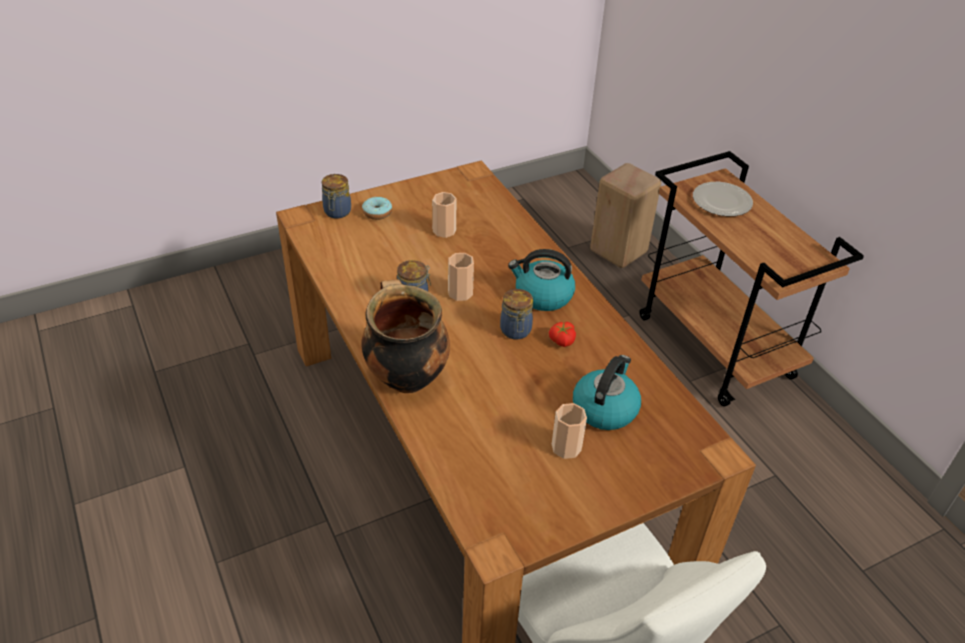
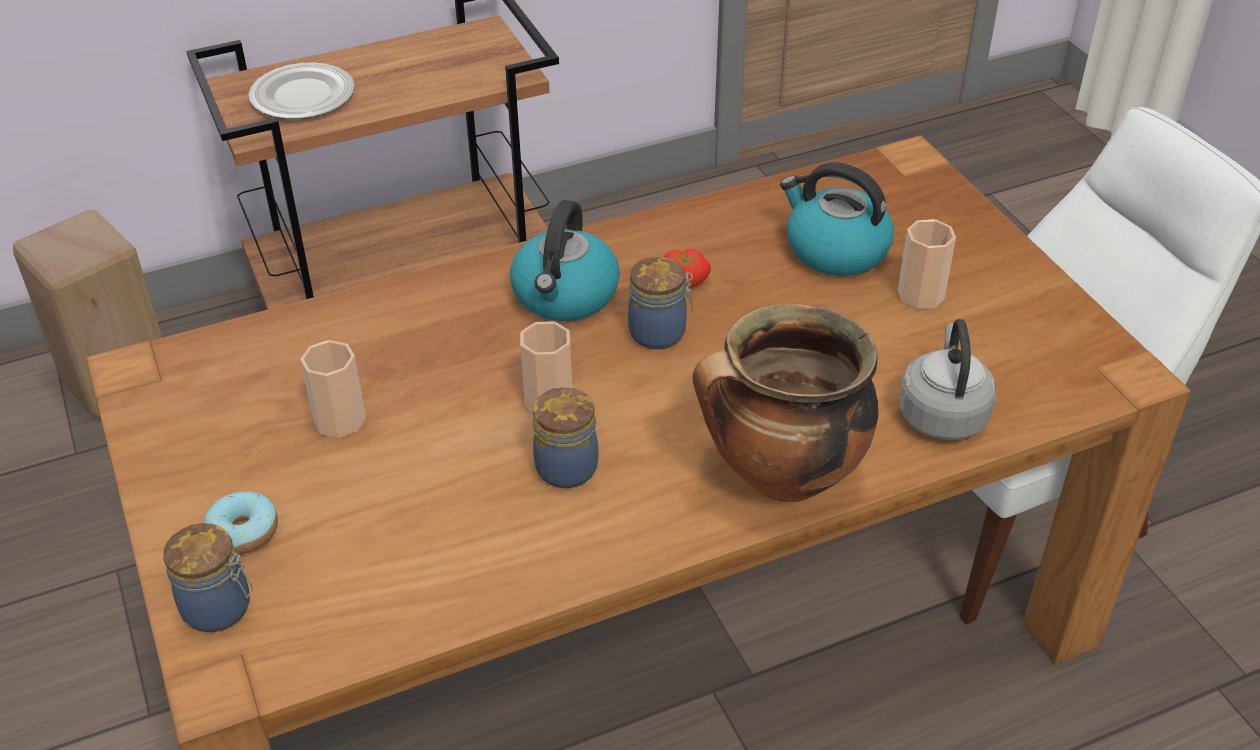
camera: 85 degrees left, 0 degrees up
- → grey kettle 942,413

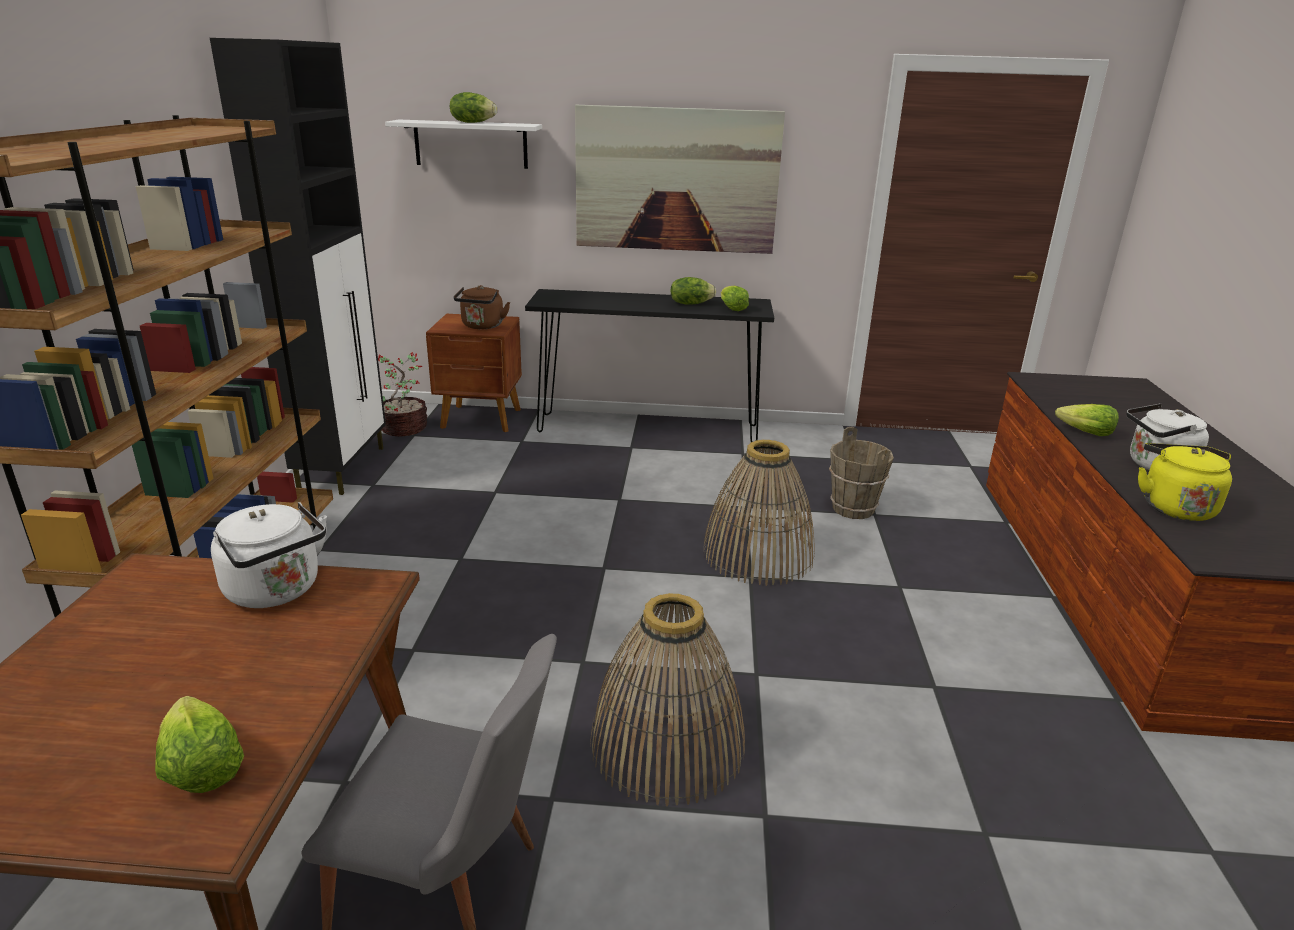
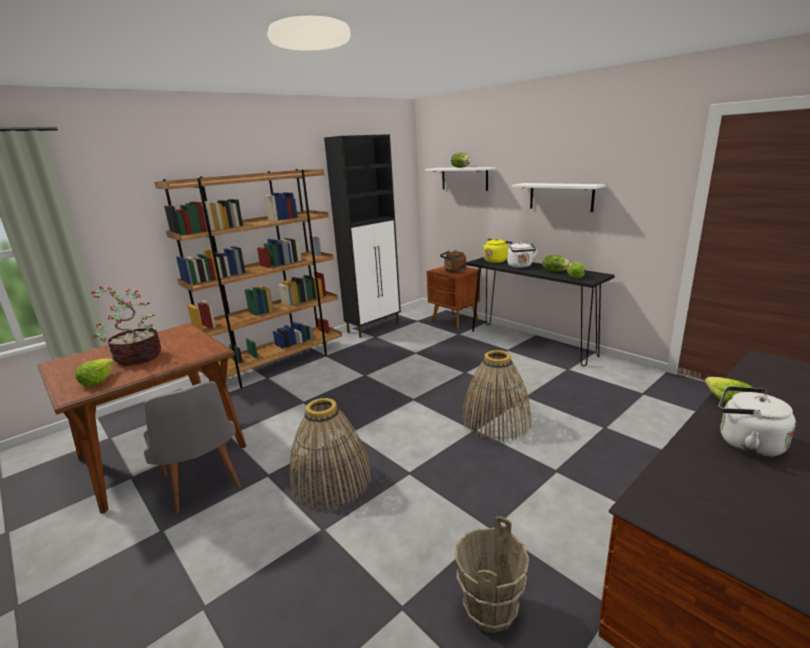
camera: 45 degrees right, 5 degrees down
white kettle 277,591 → white kettle 520,266, shifted
potted plant 402,429 → potted plant 137,358, shifted
picture 676,180 → white shelf 561,196
brown bucket 852,509 → brown bucket 489,610, shifted
yellow kettle 1174,506 → yellow kettle 496,260, shifted

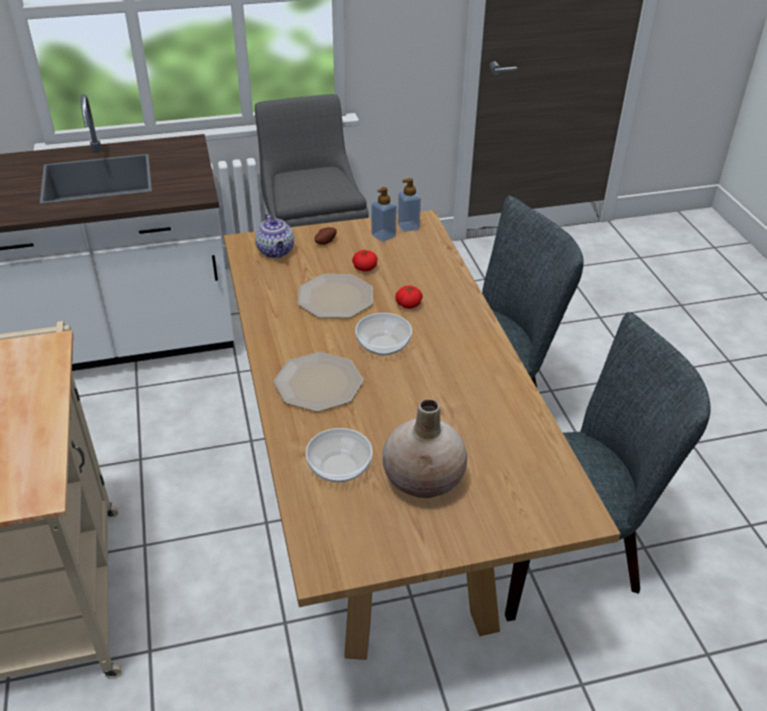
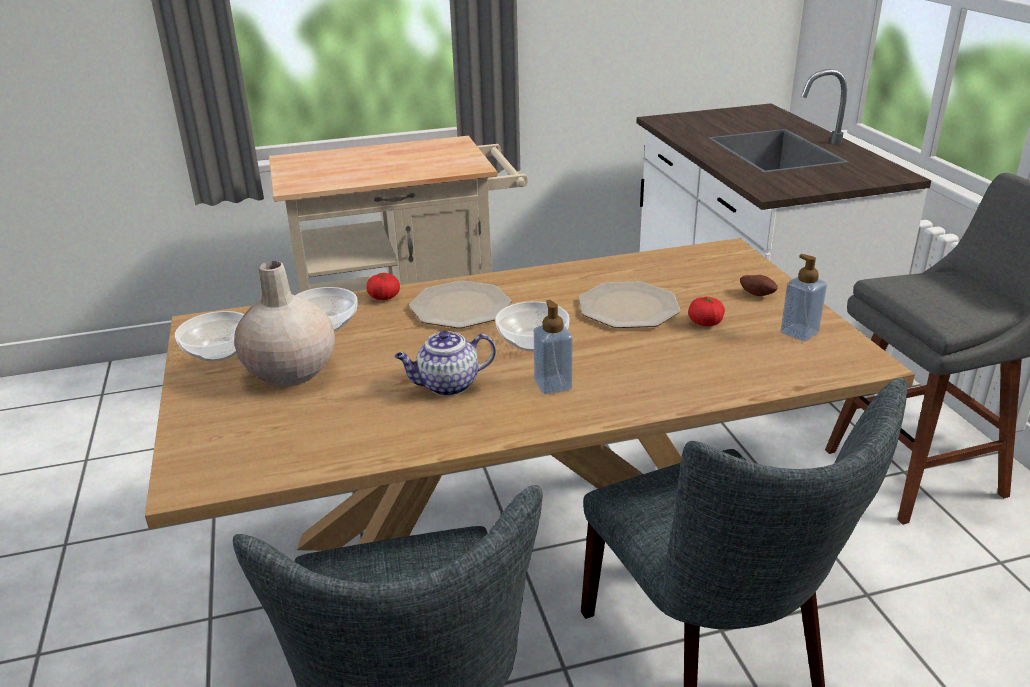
camera: 90 degrees right, 10 degrees down
teapot 276,252 → teapot 447,385, shifted
tomato 408,305 → tomato 384,297, shifted
soap dispenser 408,226 → soap dispenser 553,385, shifted
- → bowl 219,352

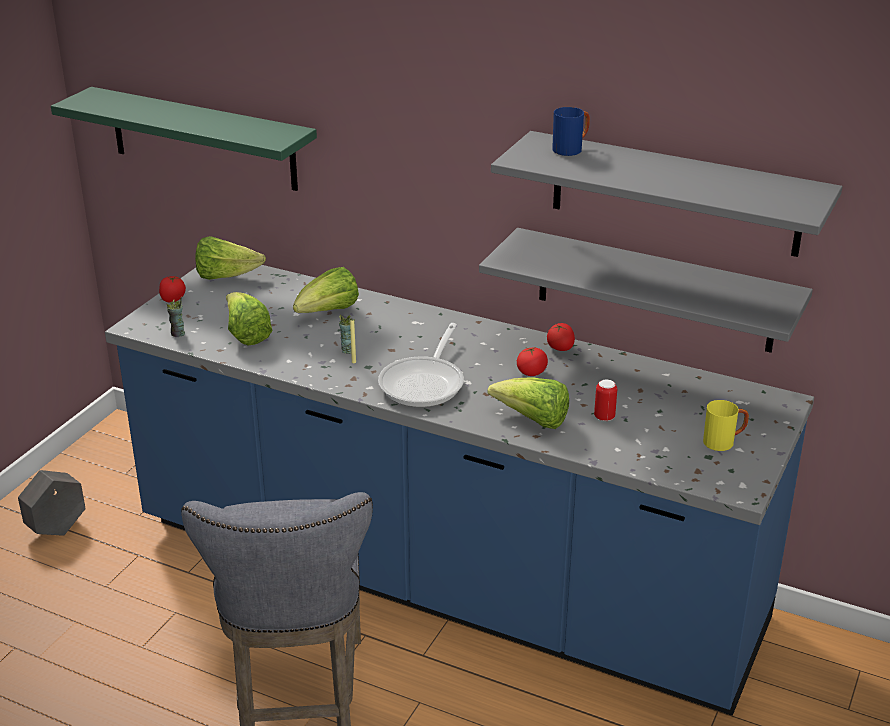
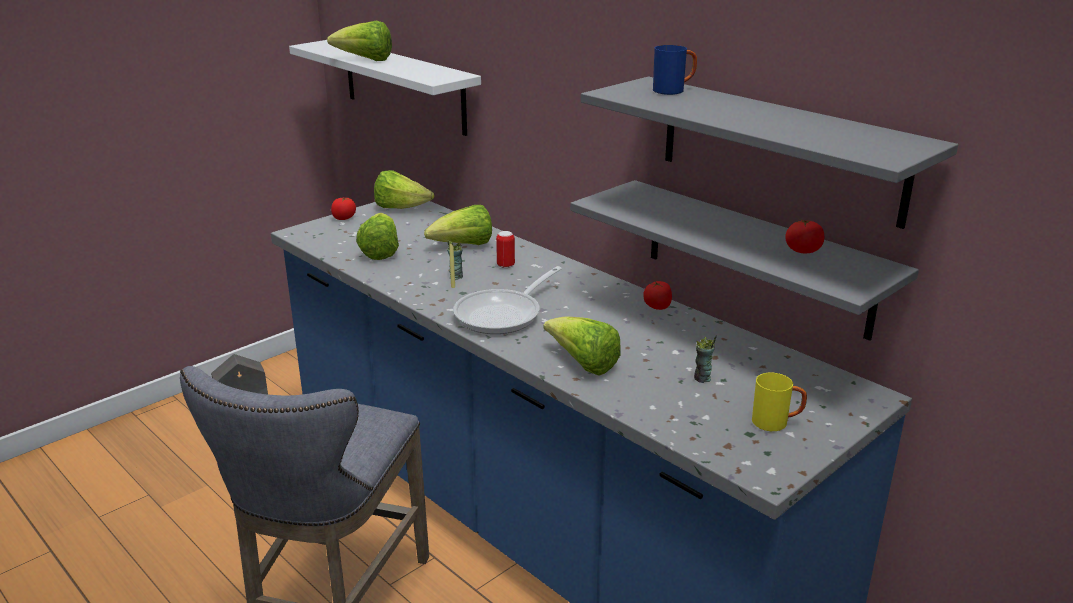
camera: 20 degrees right, 5 degrees down
green shelf 202,139 → white shelf 403,86
cup 178,334 → cup 702,378, shifted
tomato 531,372 → tomato 802,251, shifted
can 604,417 → can 505,265, shifted
- → lettuce 365,60

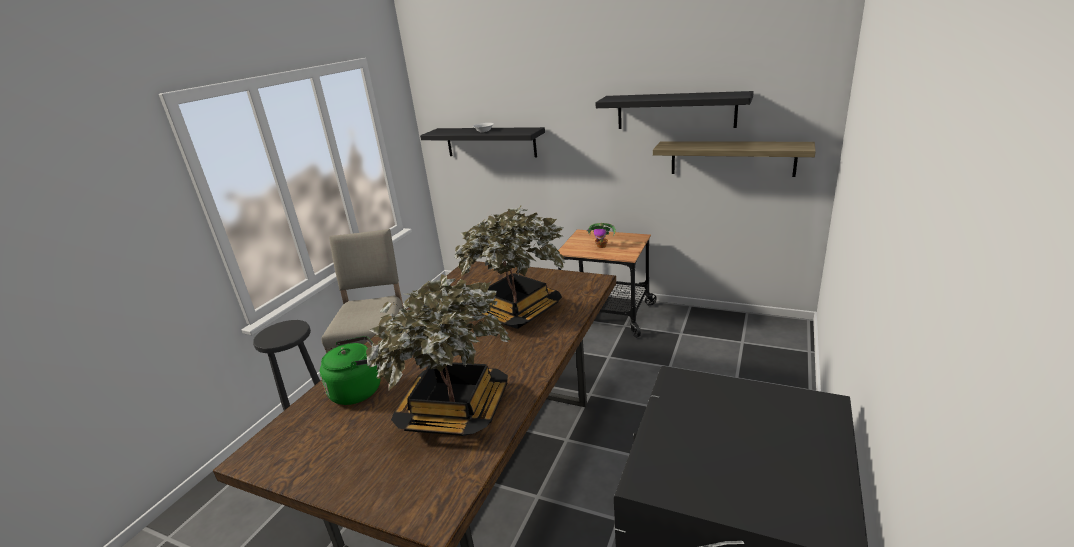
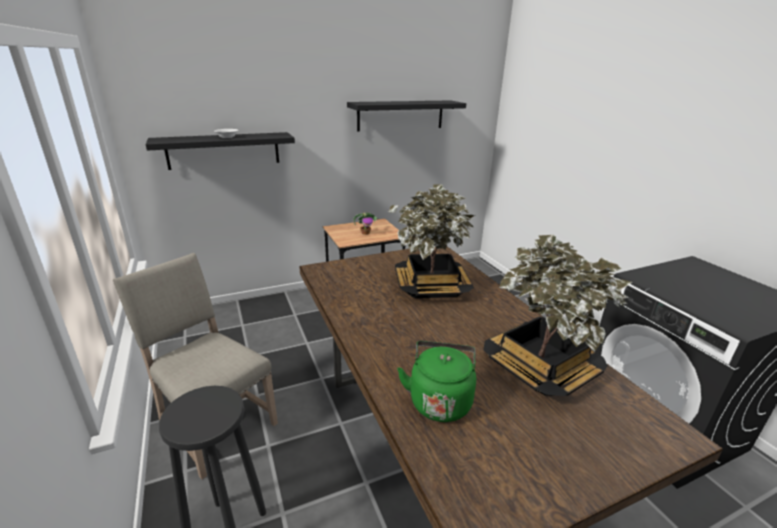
camera: 50 degrees left, 0 degrees up
shelf 732,158 → -

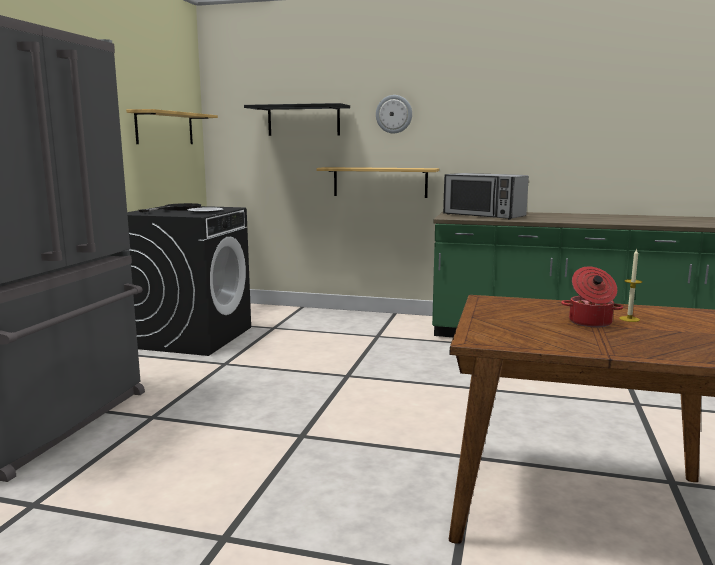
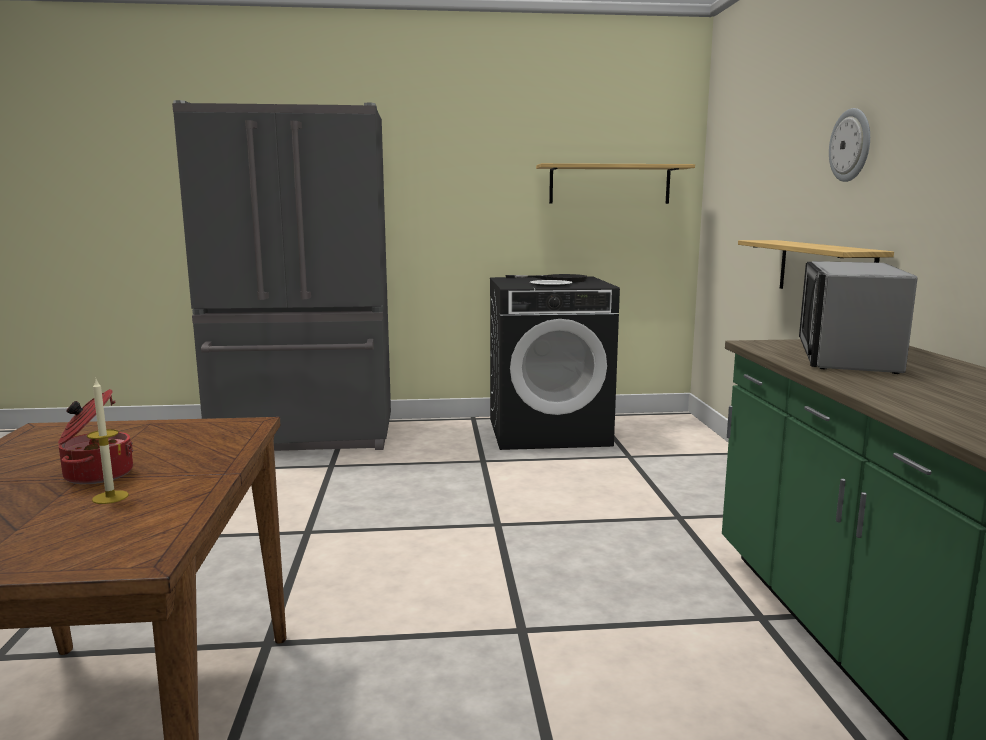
camera: 70 degrees right, 0 degrees up
black shelf 303,120 → -

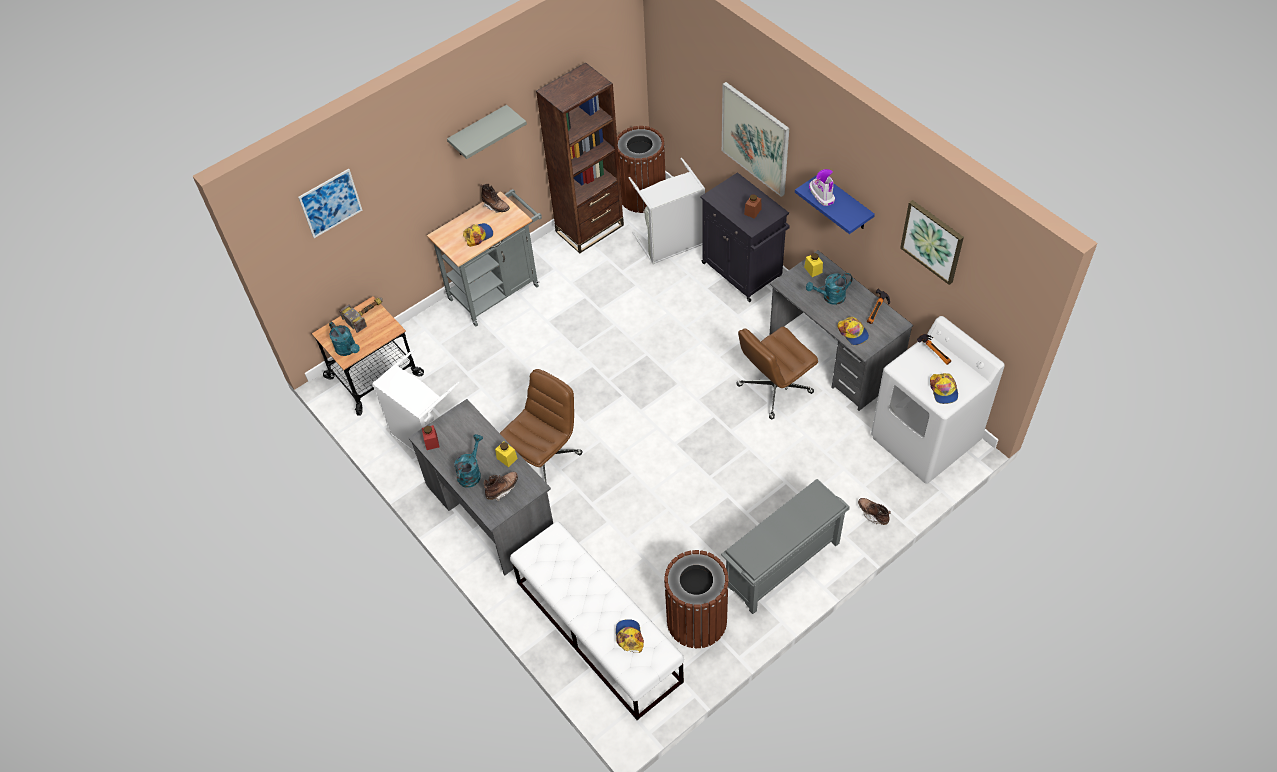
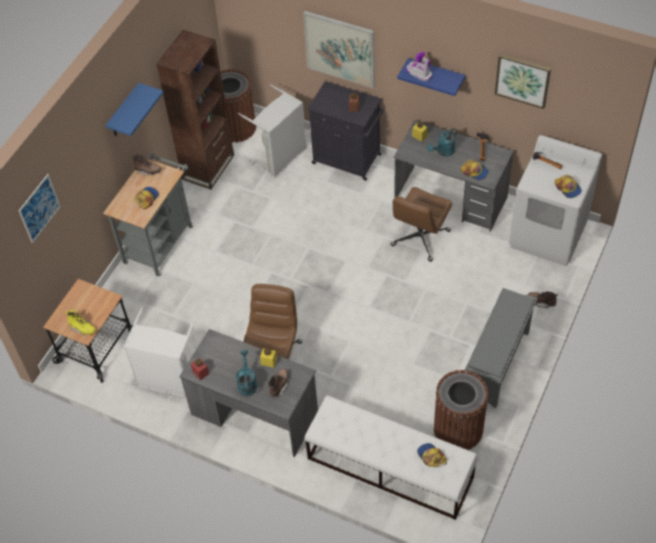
camera: 25 degrees left, 0 degrees up
turquoise watering can 348,350 → yellow boot 83,328
hammer 366,314 → -
grey shelf 478,132 → blue shelf 124,112

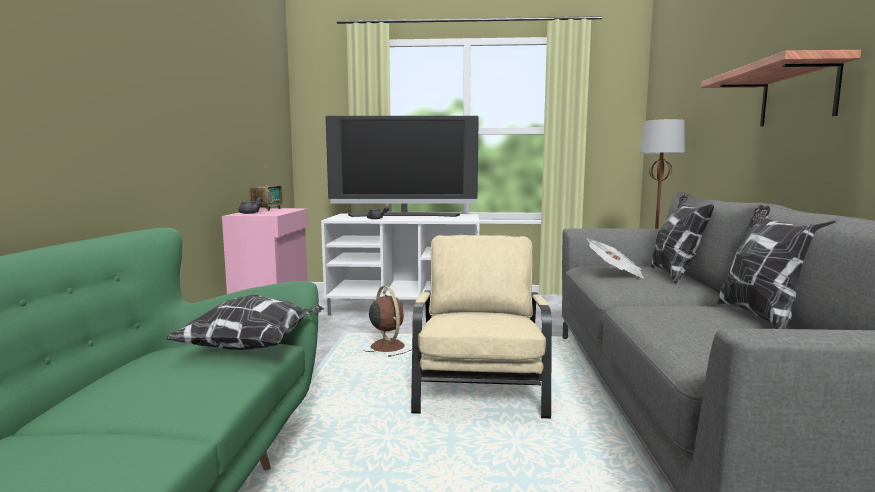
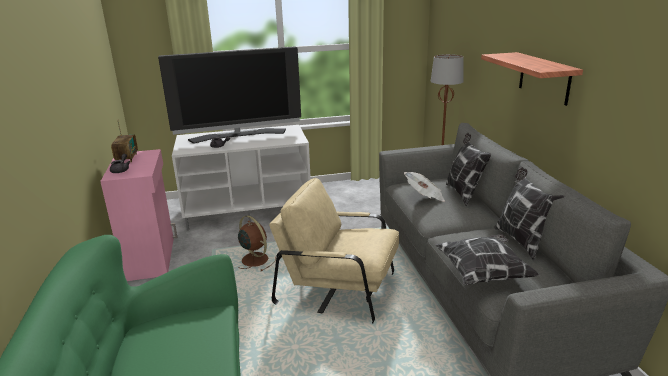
camera: 15 degrees left, 15 degrees up
pillow 253,347 → pillow 483,273, shifted
beige armchair 480,385 → beige armchair 339,288, 60 degrees counterclockwise

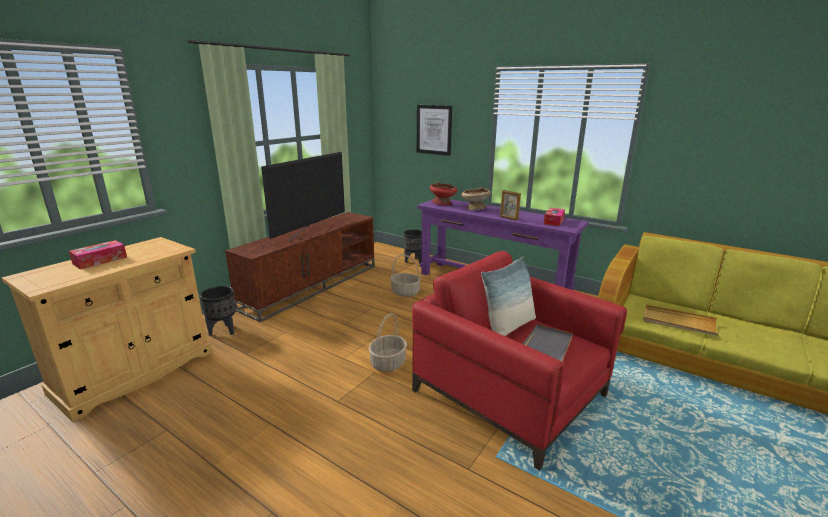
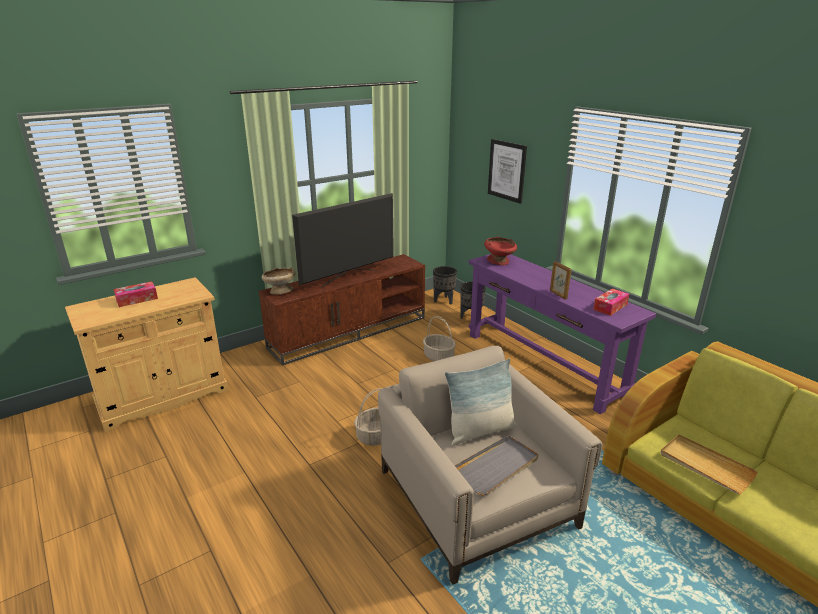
camera: 20 degrees right, 5 degrees up
black planter 223,331 → black planter 444,301, shifted
red armchair 510,394 → beige armchair 476,499
beige bowl 475,208 → beige bowl 280,291, shifted

